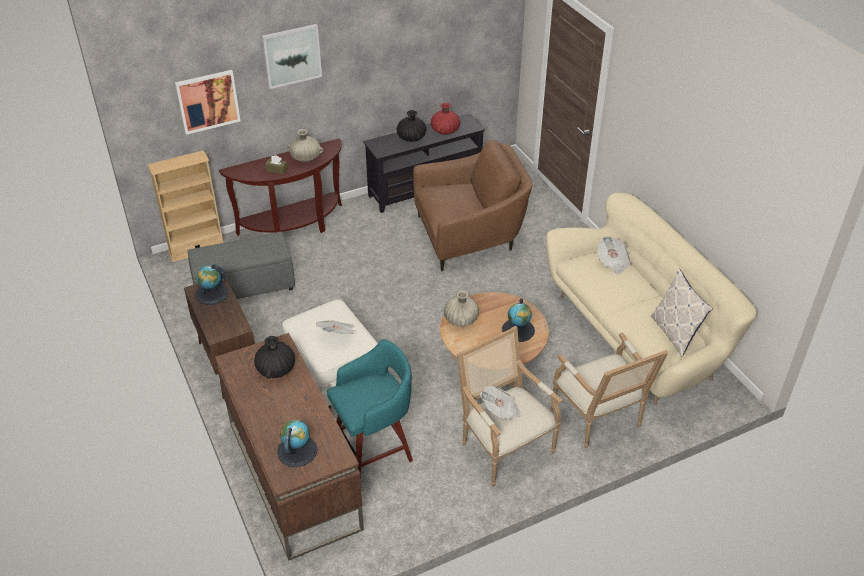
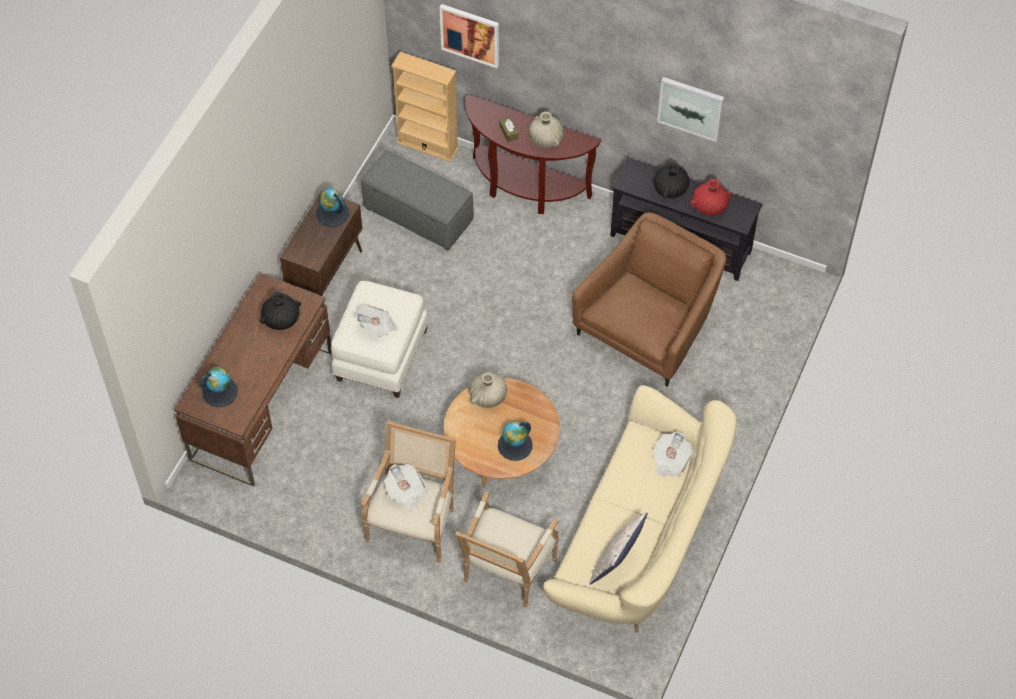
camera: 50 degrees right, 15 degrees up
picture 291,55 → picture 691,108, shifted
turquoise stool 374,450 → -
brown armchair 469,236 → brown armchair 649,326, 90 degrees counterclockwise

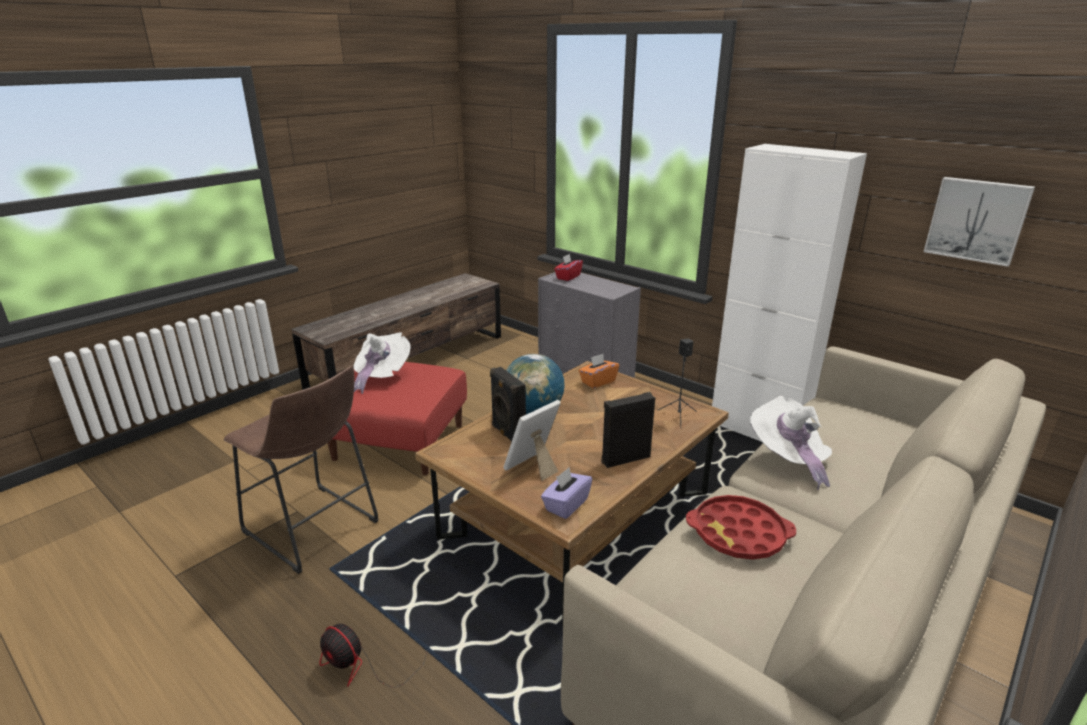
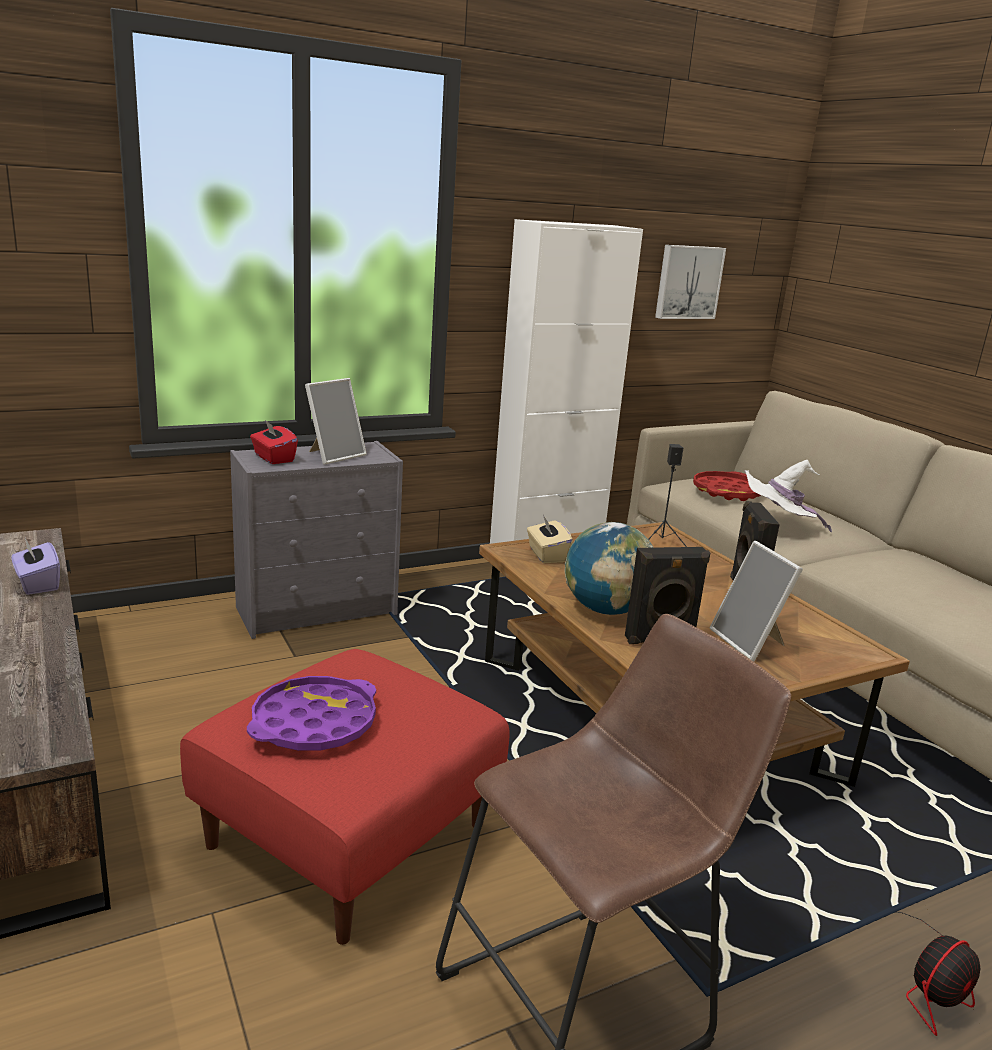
camera: 70 degrees left, 5 degrees down
white hat 381,376 → purple tray 314,723
purple tissue box 566,505 → purple tissue box 38,584, shifted
orange tissue box 598,381 → beige tissue box 546,555
red tray 738,534 → red tray 727,492, shifted
- → picture frame 334,455

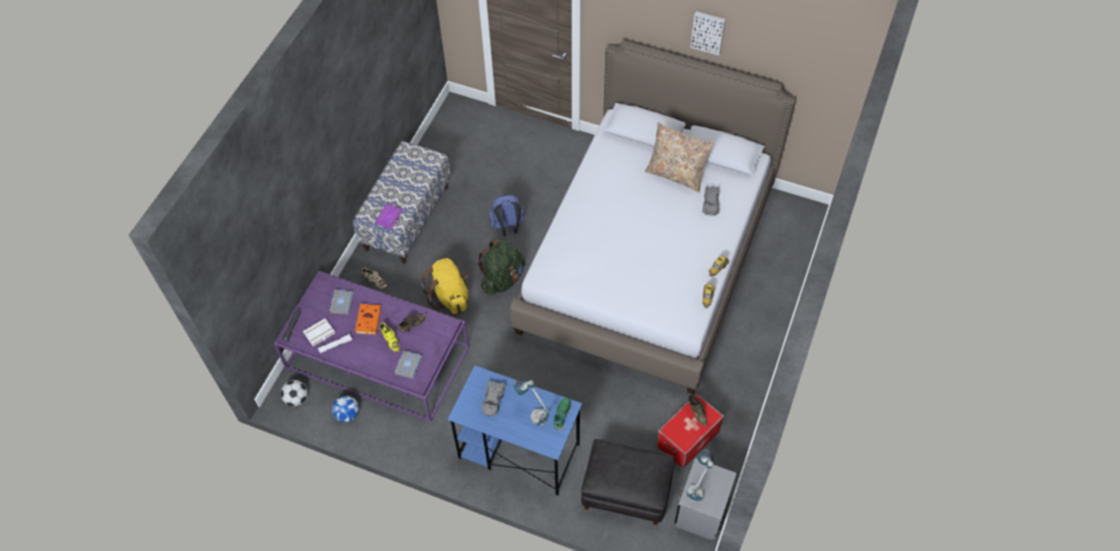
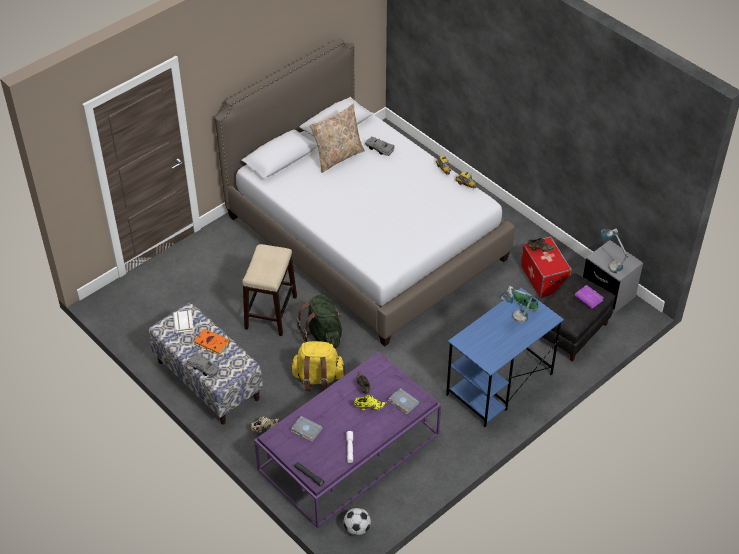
camera: 65 degrees left, 10 degrees down
white book 319,334 → white book 184,323, shifted
football 347,414 → -
orange book 368,319 → orange book 211,343, shifted
purple book 389,218 → purple book 589,298, shifted
grey toy car 493,400 → grey toy car 203,368, shifted
blue backpack 508,227 → stool 270,313
picture 708,32 → -

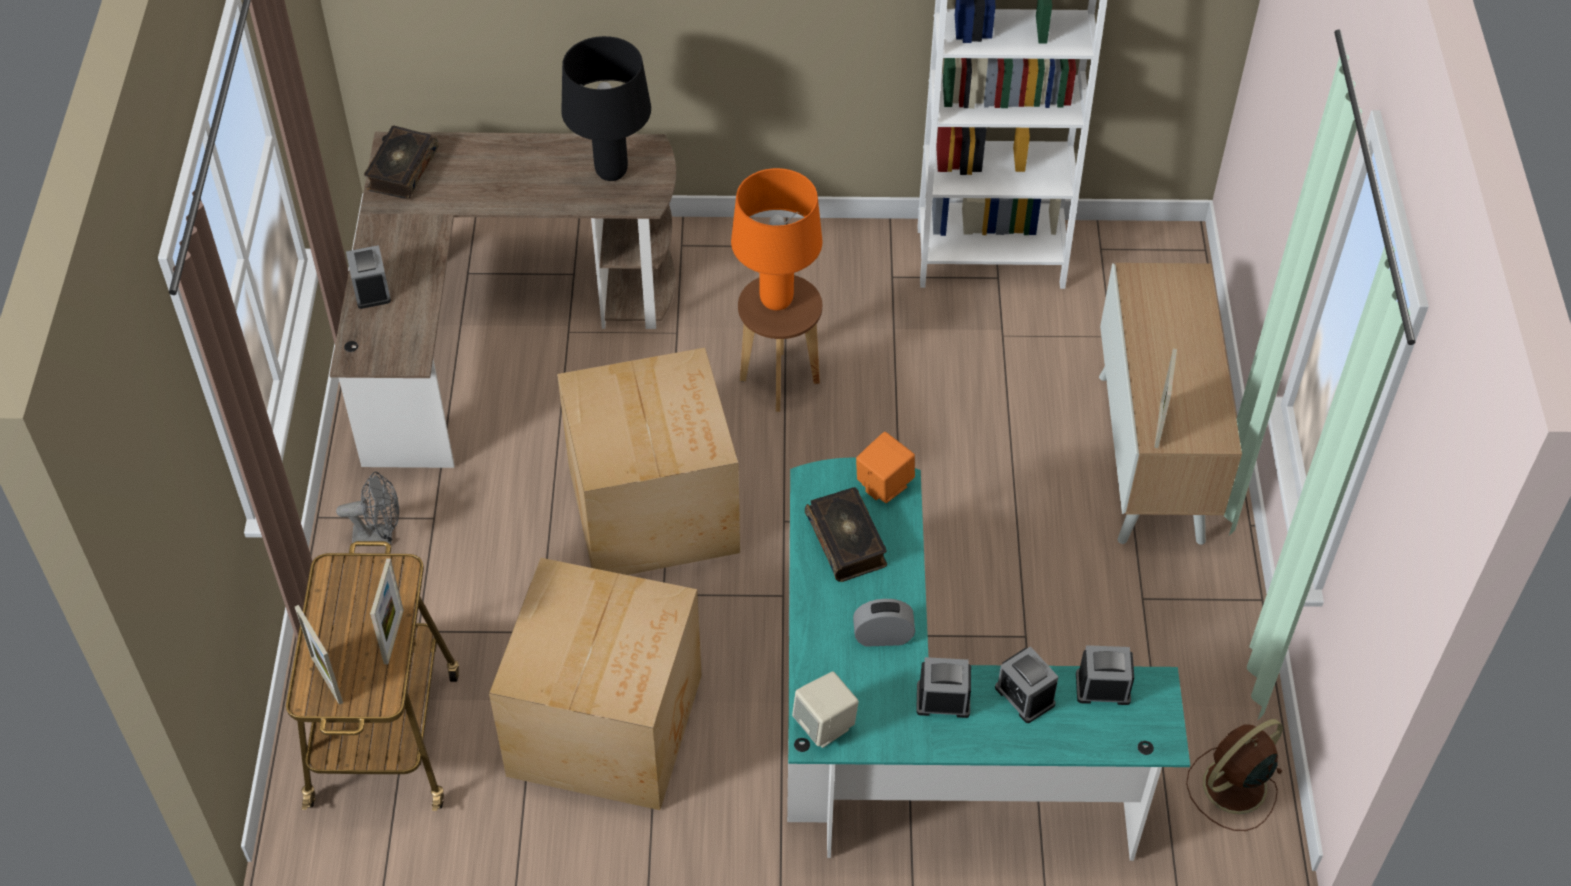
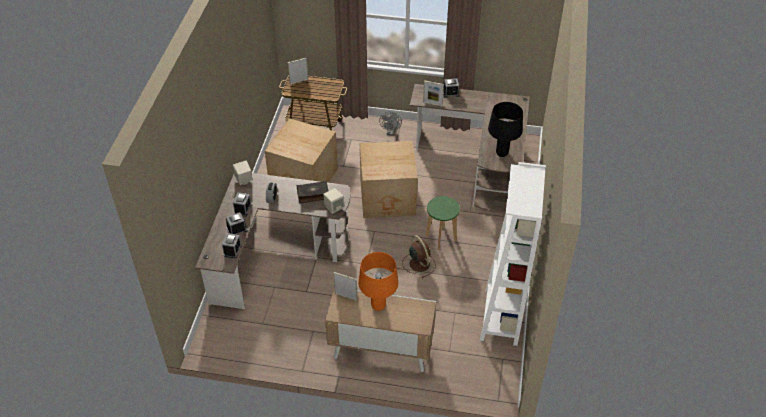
camera: 100 degrees right, 5 degrees down
book 401,170 → -
picture frame 394,636 → picture frame 432,104, shifted
orange table lamp 777,301 → orange table lamp 378,306, shifted
brown stool 780,381 → green stool 440,238
turquoise desk 914,743 → brown desk 273,253
orange speaker 883,485 → beige speaker 334,207
brown fan 1232,787 → brown fan 419,263, shifted

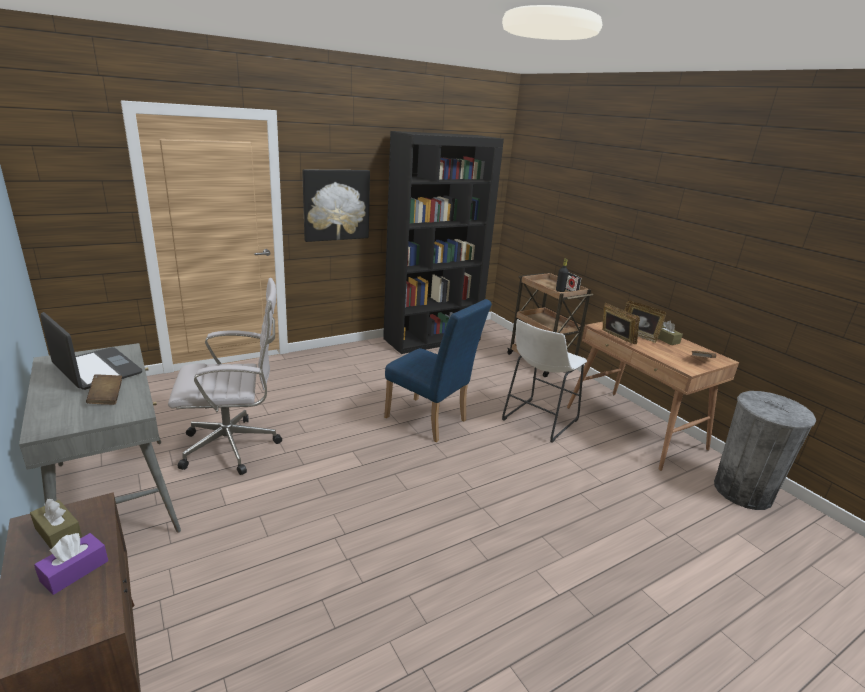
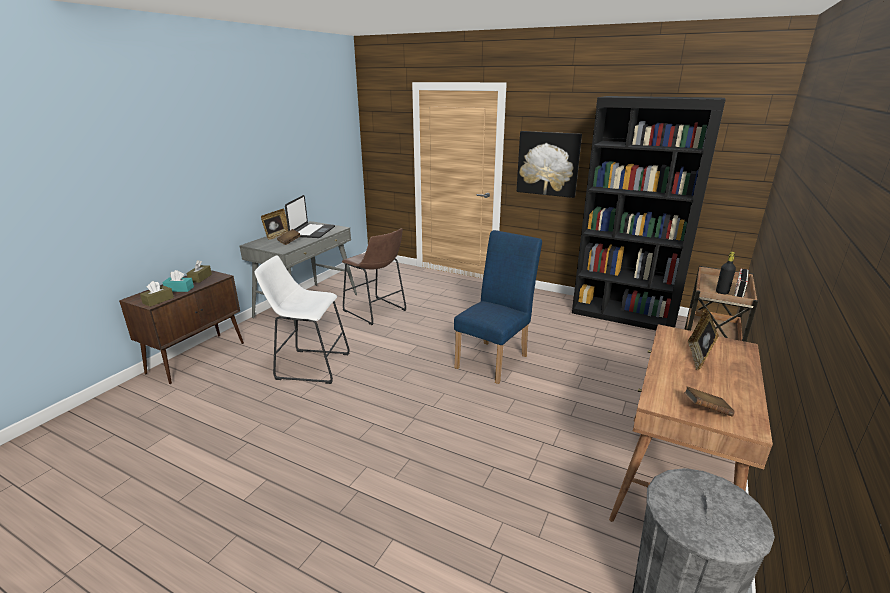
camera: 60 degrees right, 0 degrees up
purple tissue box 74,571 → turquoise tissue box 179,289
white office chair 235,446 → brown stool 376,312
blue chair 430,421 → blue chair 495,359, 150 degrees counterclockwise
white stool 537,421 → white stool 309,365, shifted
picture frame 616,338 → picture frame 277,236, shifted
brown tissue box 665,339 → brown tissue box 158,300, shifted

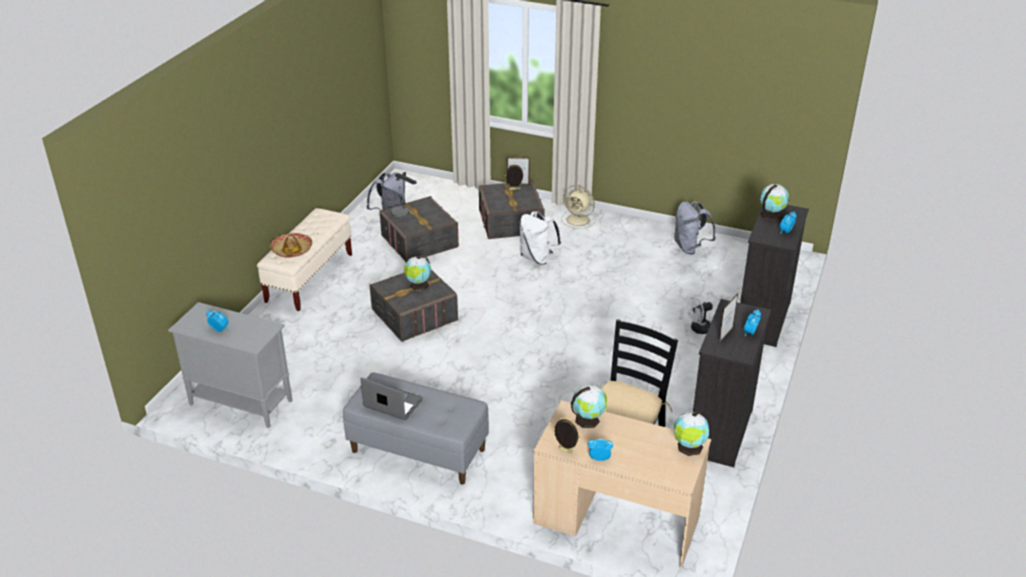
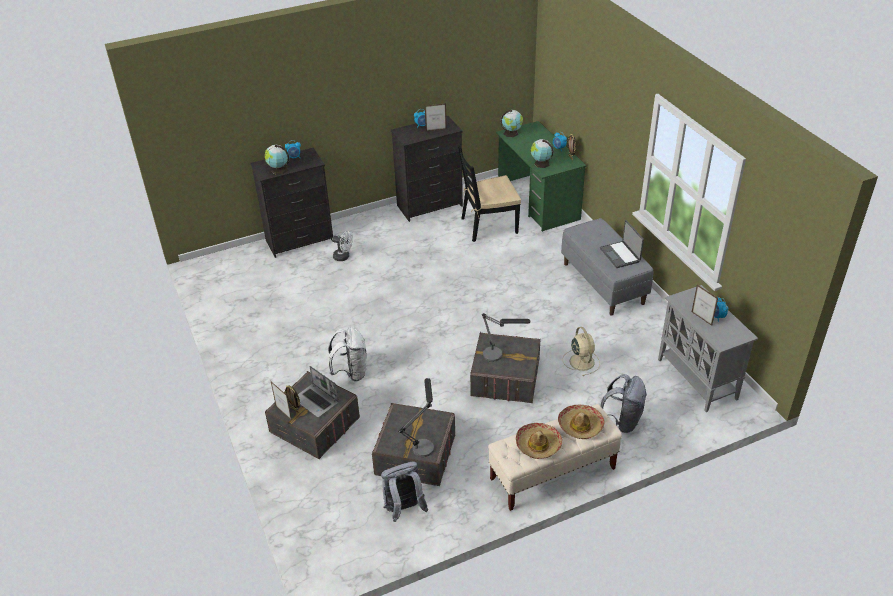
camera: 135 degrees left, 5 degrees up
globe 418,285 → table lamp 498,355
beige desk 616,520 → green desk 538,201
beige fan 579,220 → beige fan 581,361, shifted
grey backpack 690,247 → grey backpack 622,421, shifted
- → laptop 316,401
- → hat 538,445
- → picture frame 701,319

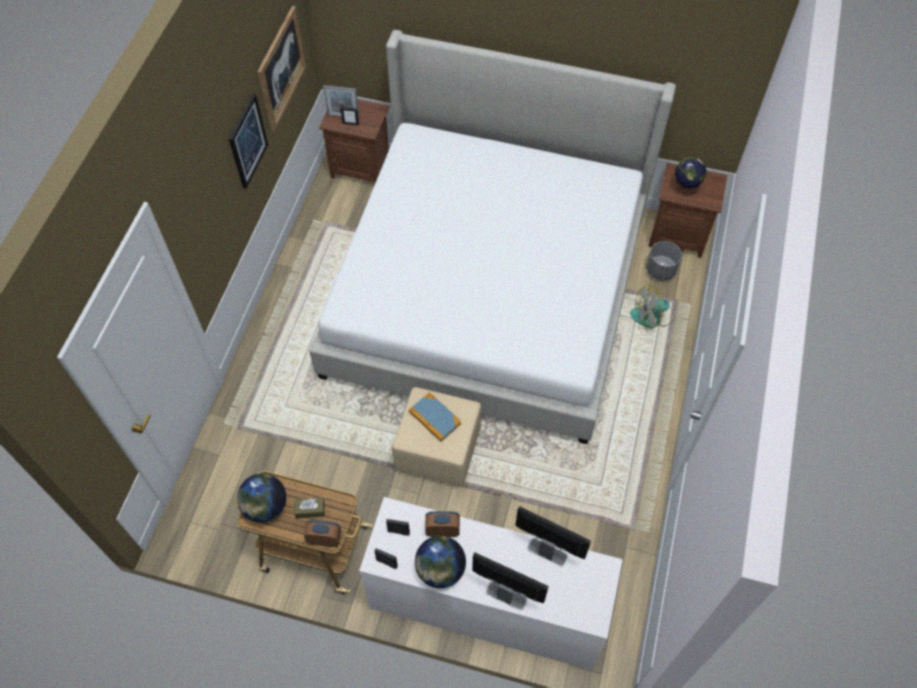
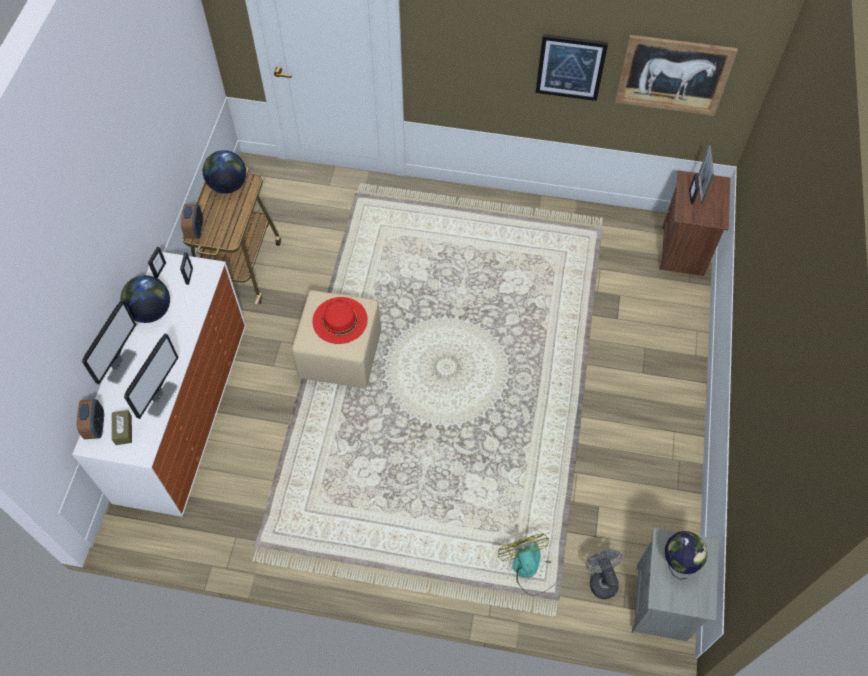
camera: 85 degrees right, 0 degrees up
brown tissue box 310,510 → brown tissue box 123,430, shifted
bed 487,290 → -
book 435,418 → red hat 340,320
alarm clock 442,530 → alarm clock 96,427, shifted
grey planter 661,270 → grey fan 601,580
brown nightstand 677,235 → grey nightstand 662,603

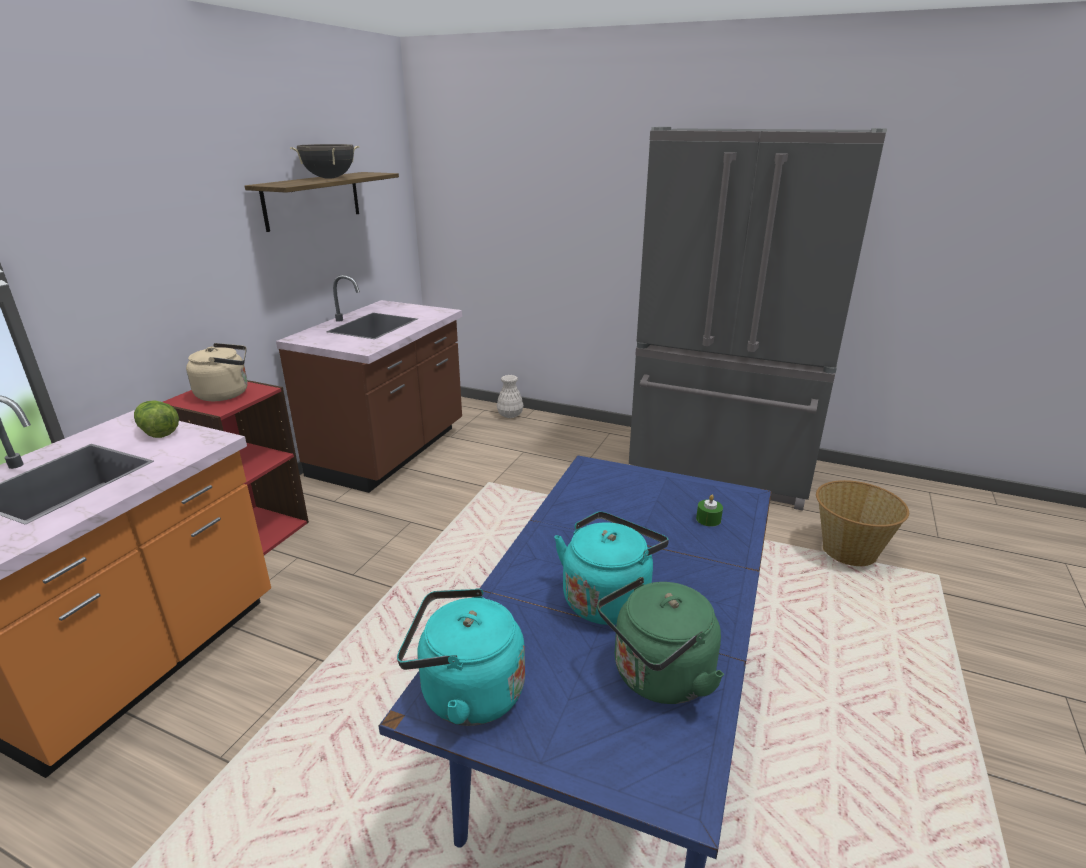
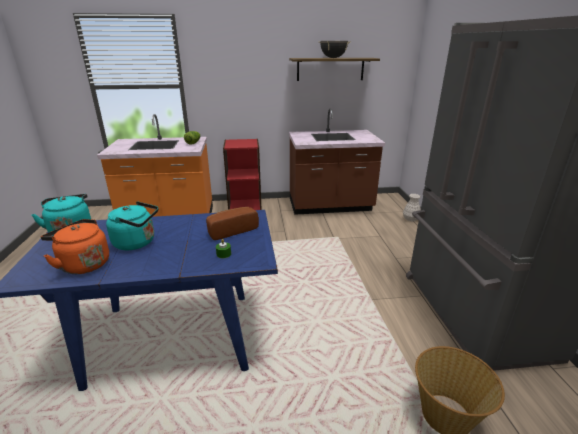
camera: 60 degrees right, 0 degrees up
beige kettle 226,394 → -
green kettle 658,677 → orange kettle 83,264
- → bread 231,230

